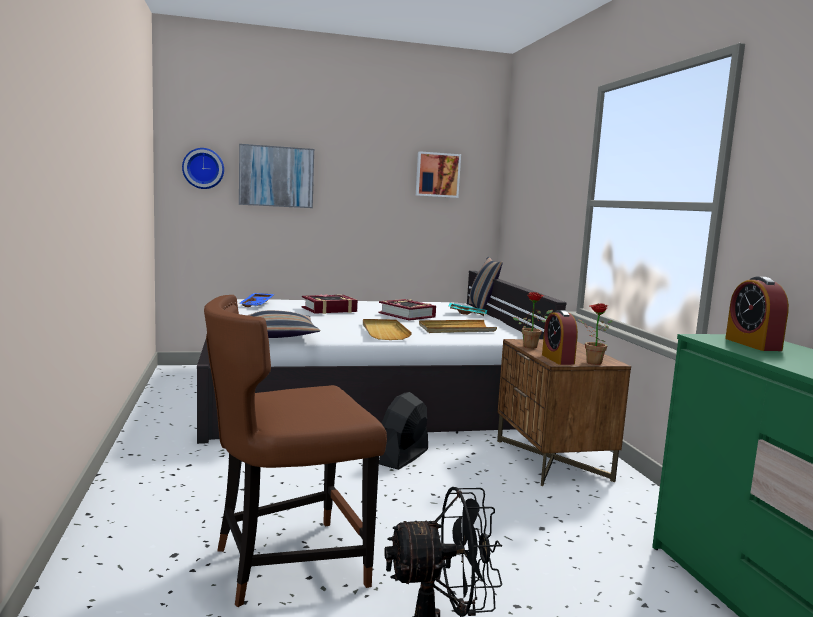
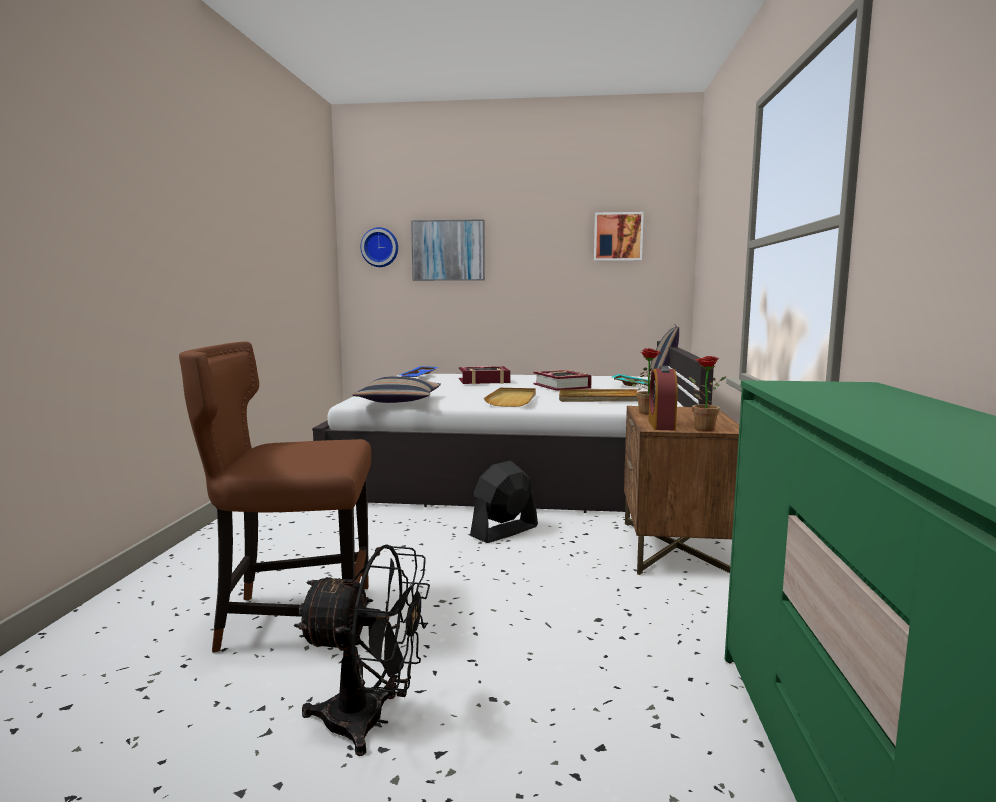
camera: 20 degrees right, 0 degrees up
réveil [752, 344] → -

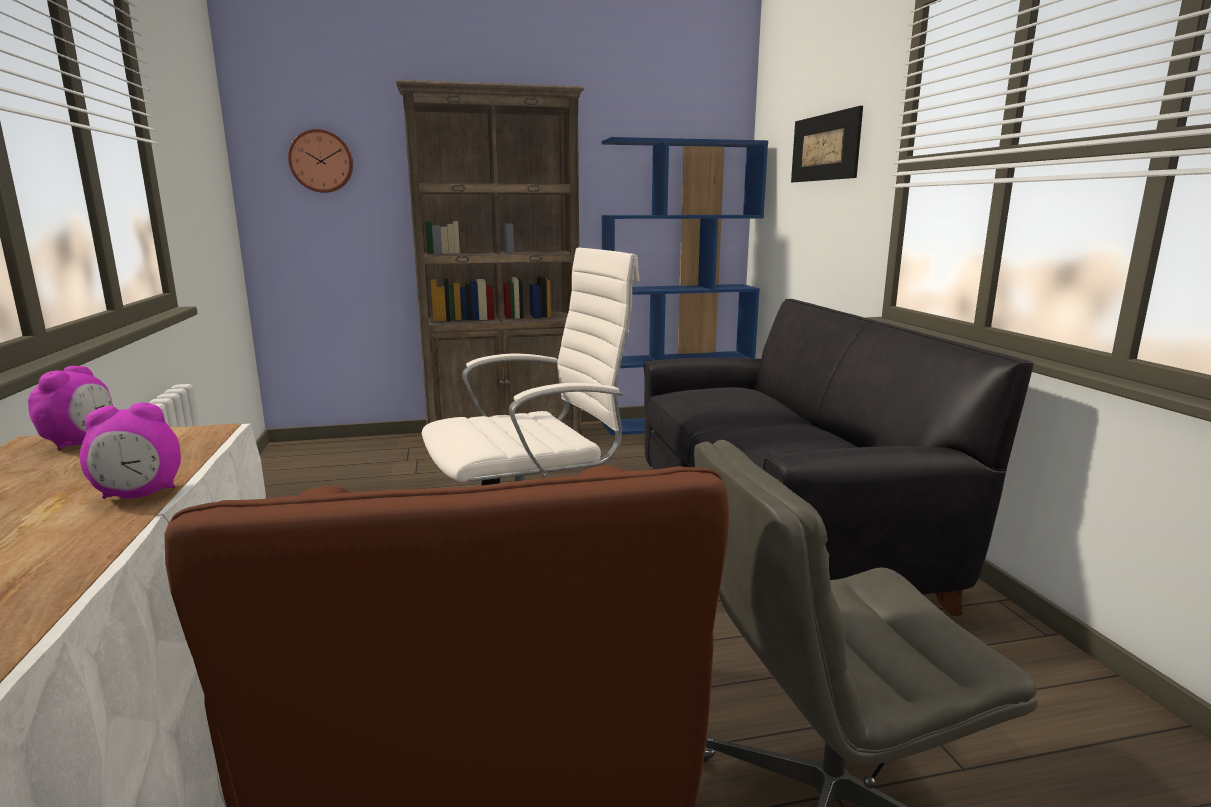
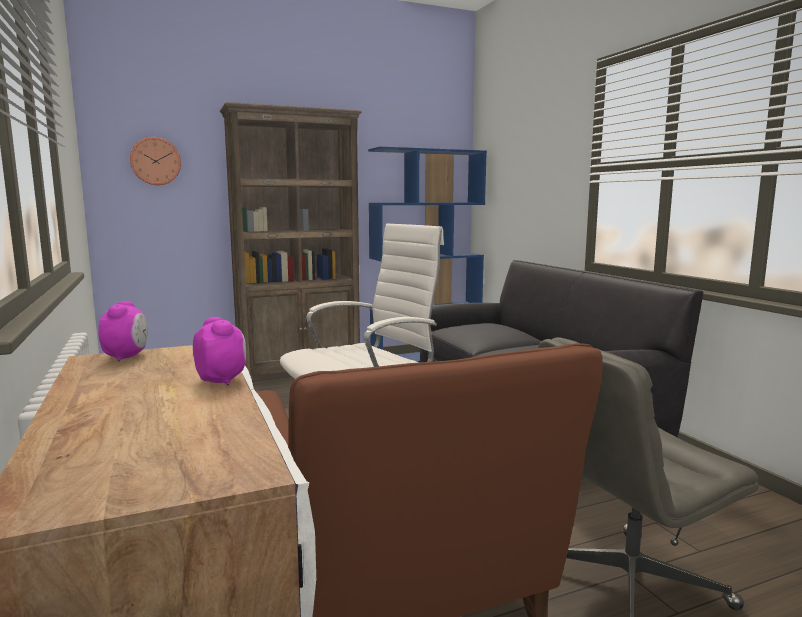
camera: 10 degrees left, 5 degrees down
réveil [139, 495] → réveil [222, 380], 90 degrees counterclockwise
tableau [825, 147] → -

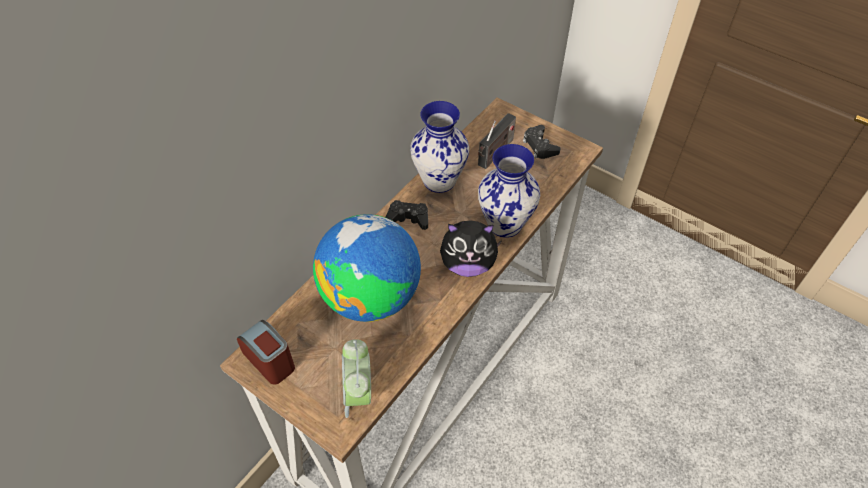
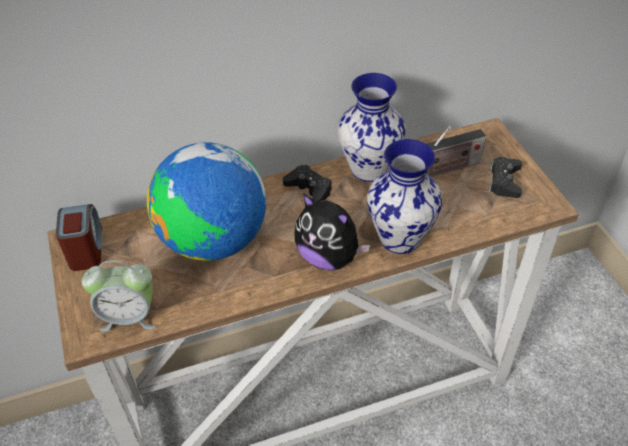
camera: 35 degrees right, 5 degrees down
réveil [358, 393] → réveil [129, 316], 120 degrees counterclockwise

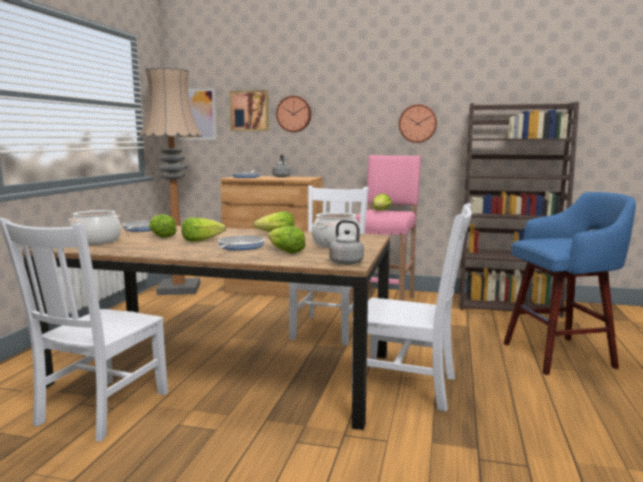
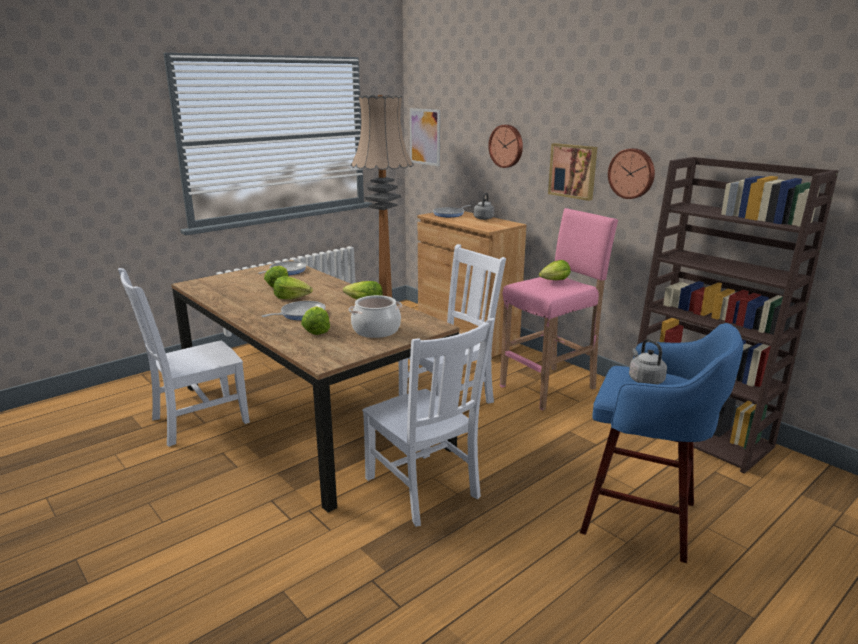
camera: 35 degrees right, 10 degrees up
marmite [97, 241] → -
tableau [250, 111] → tableau [573, 171], moved
bouilloire (gris) [344, 262] → bouilloire (gris) [644, 380], moved

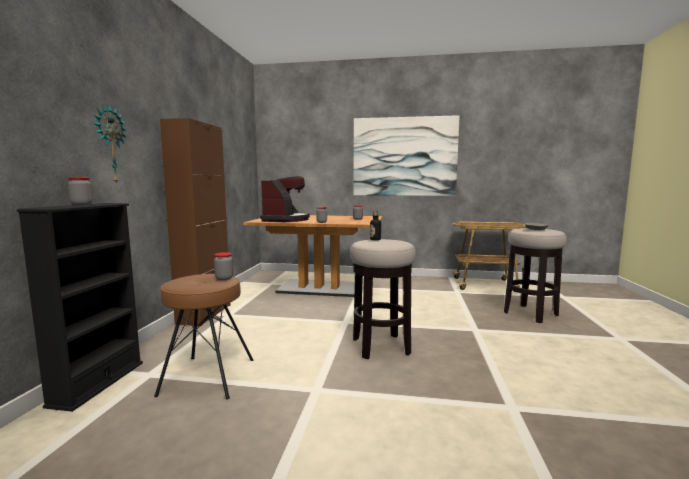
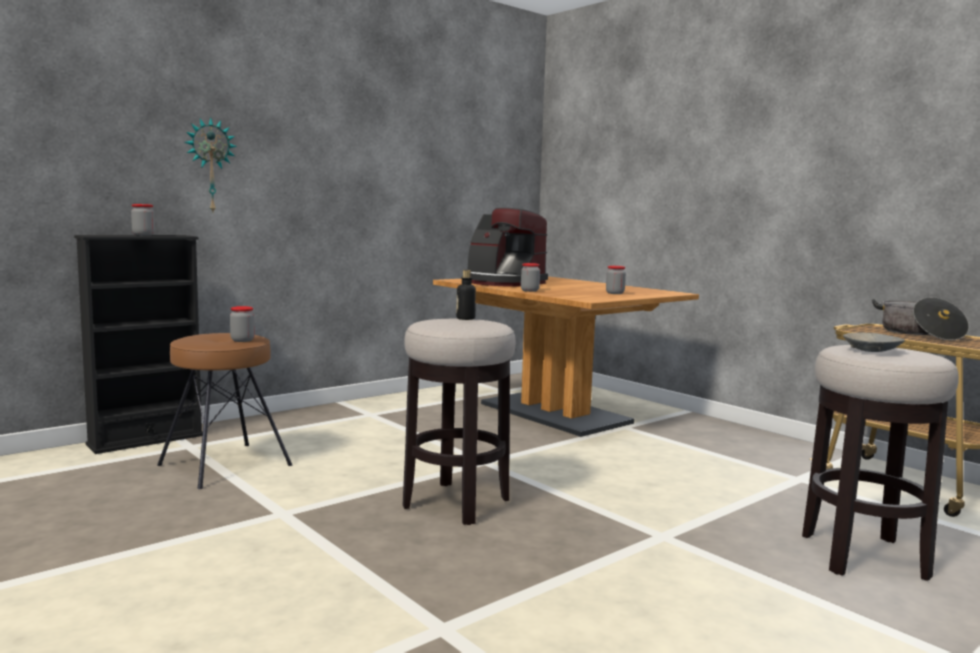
camera: 40 degrees right, 0 degrees up
meuble de rangement (marron) [204, 314] → -
machine à café [286, 220] → machine à café [502, 283], 75 degrees clockwise
tableau [404, 157] → -
- → marmite [919, 333]

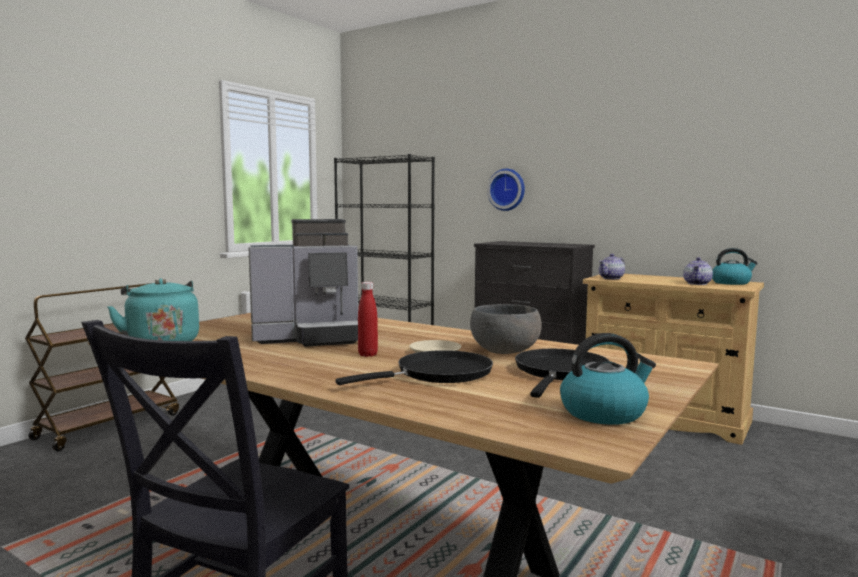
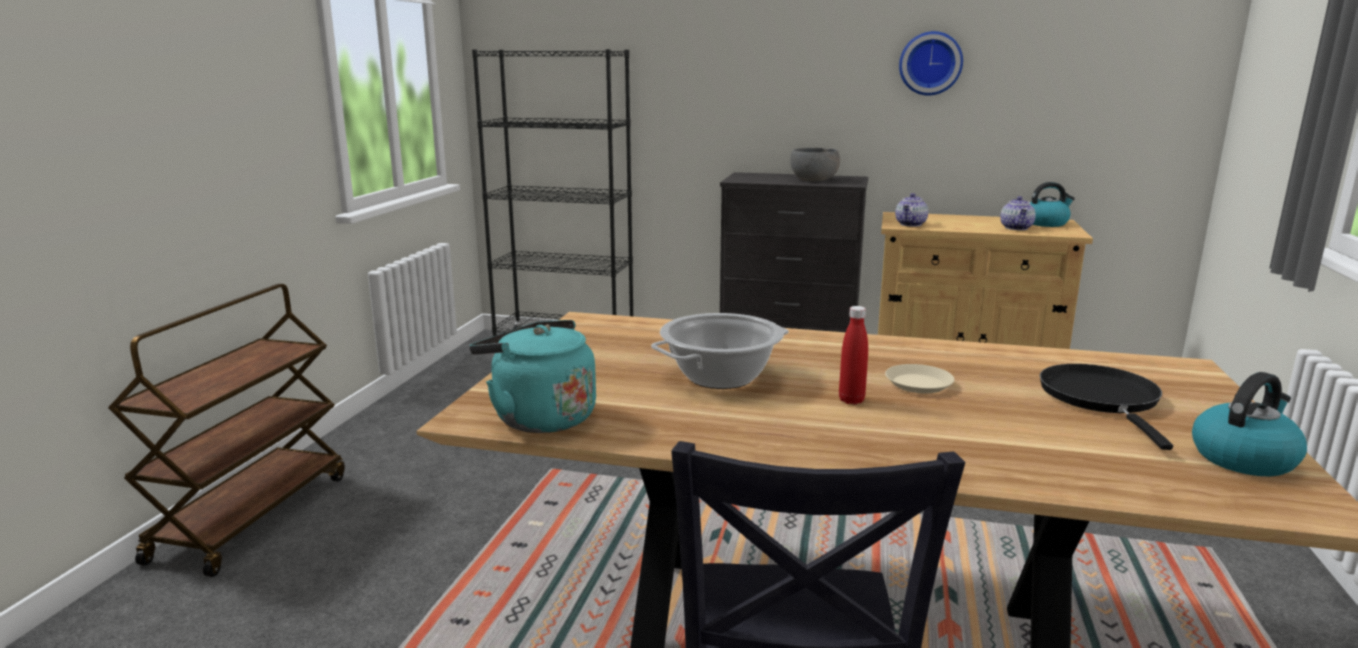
camera: 20 degrees left, 10 degrees up
machine à café [309, 337] → marmite [721, 376]
poêle (noir) [438, 374] → -
bol (gris) [505, 350] → bol (gris) [814, 180], moved
horloge murale [507, 189] → horloge murale [930, 63], moved

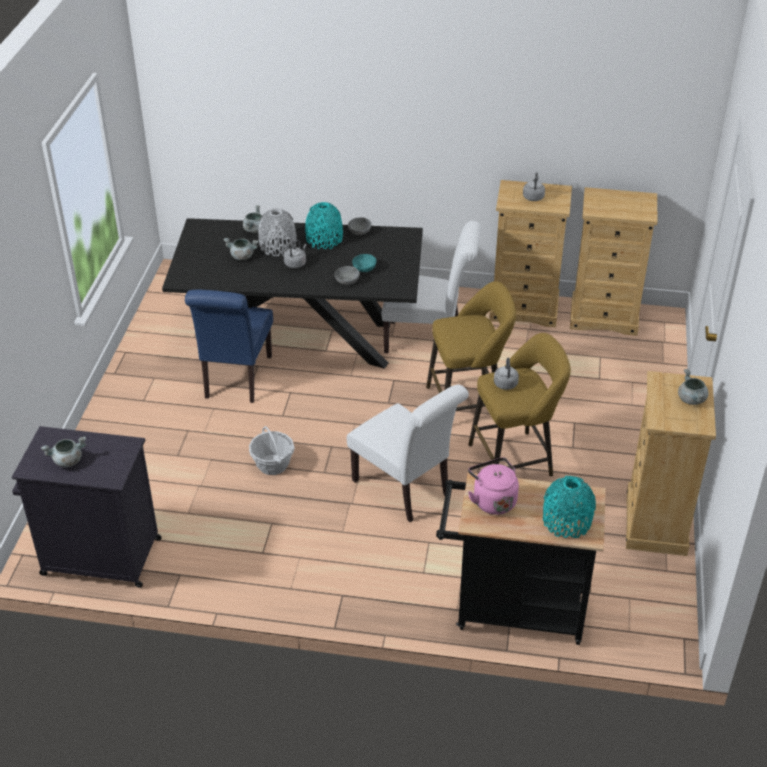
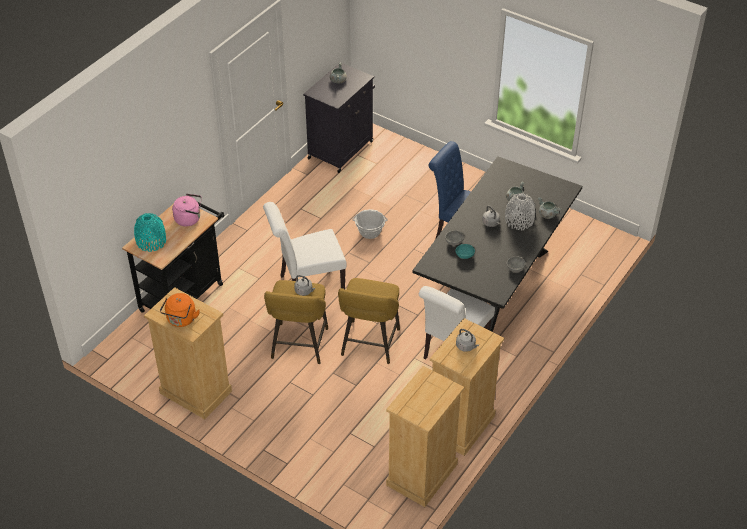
camera: 115 degrees right, 5 degrees up
vase (turquoise) [324, 239] → -
marmite (gris) [691, 400] → bouilloire (orange) [181, 320]

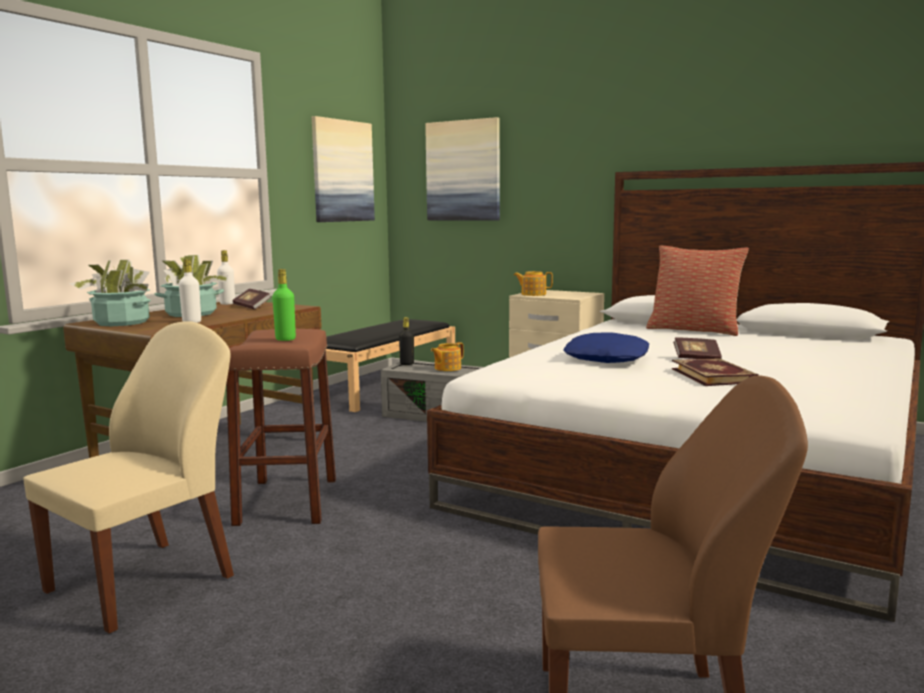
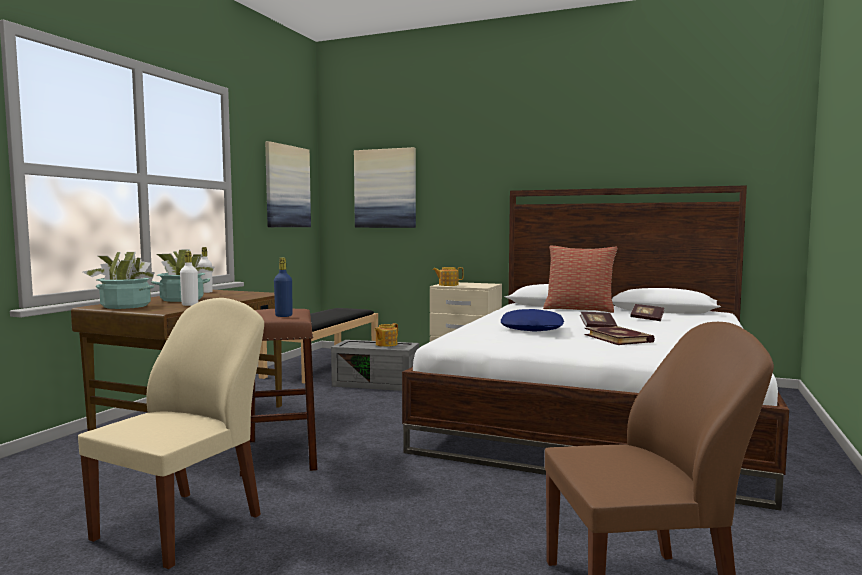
camera: 10 degrees left, 5 degrees down
livre [252, 307] → livre [647, 319], moved
bouteille (vert) [285, 339] → bouteille (bleu) [283, 316]
bouteille (noir) [407, 364] → -

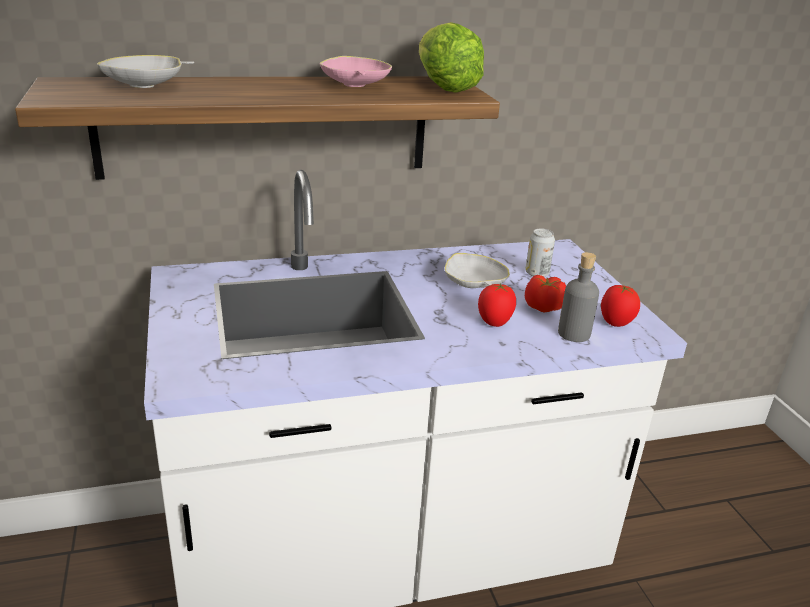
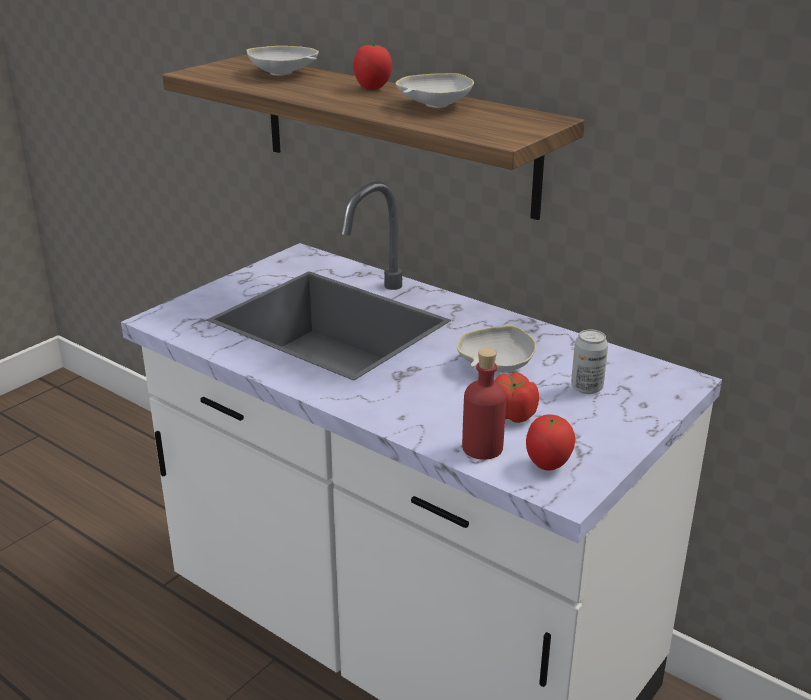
camera: 55 degrees right, 0 degrees up
bol (rose) [355, 85] → bol (blanc) [434, 106]
laitue [444, 87] → -
tomate [494, 323] → tomate [372, 88], moved
bouteille (gris) [574, 333] → bouteille (rouge) [482, 448]

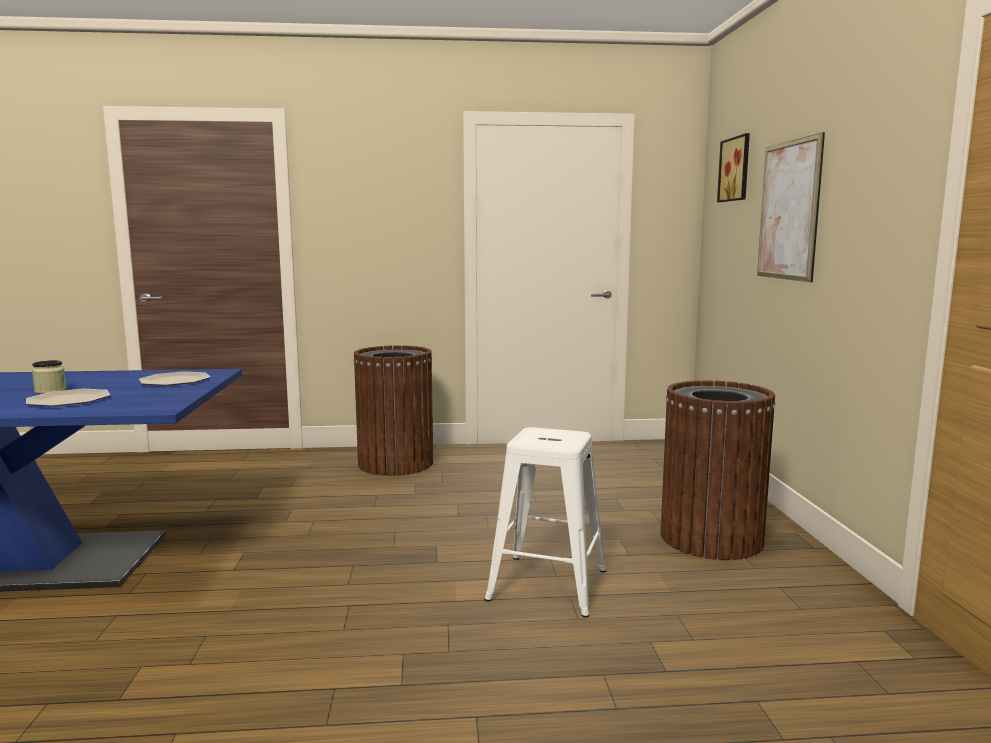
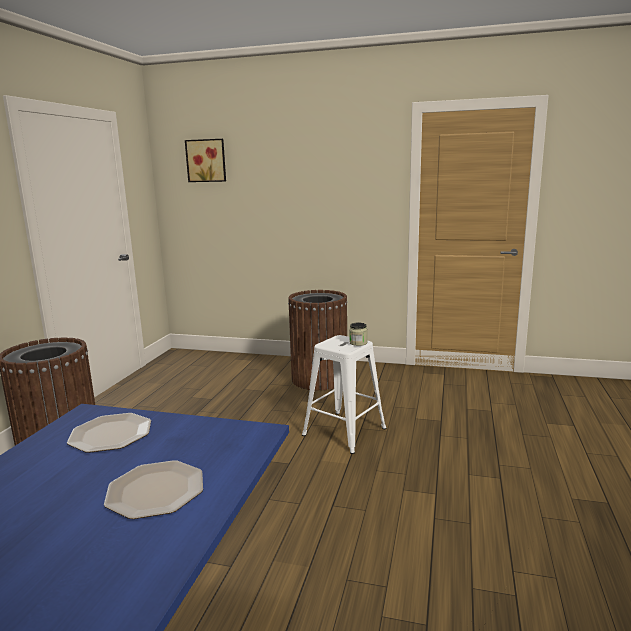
camera: 70 degrees left, 5 degrees up
bocal [50, 391] → bocal [358, 343], moved
tableau [788, 210] → -

